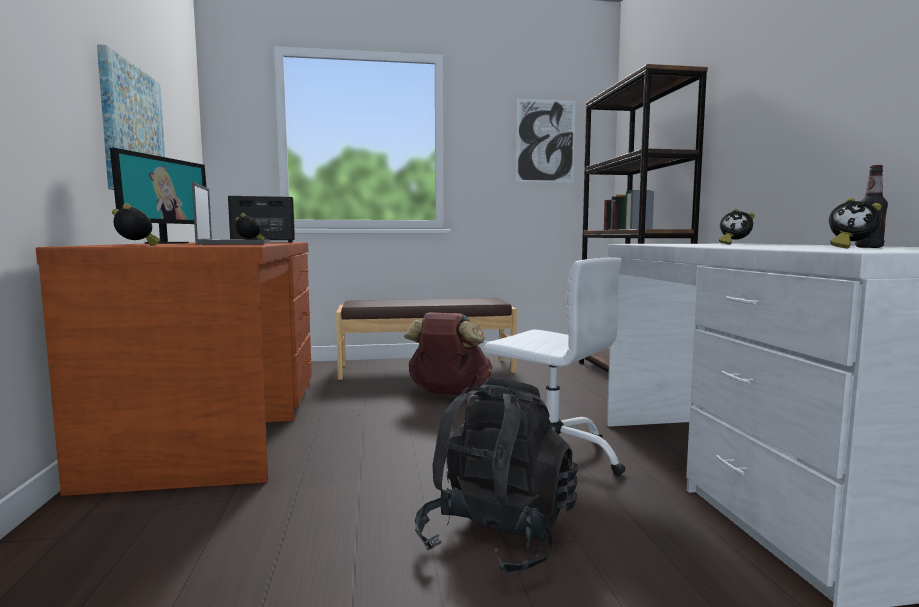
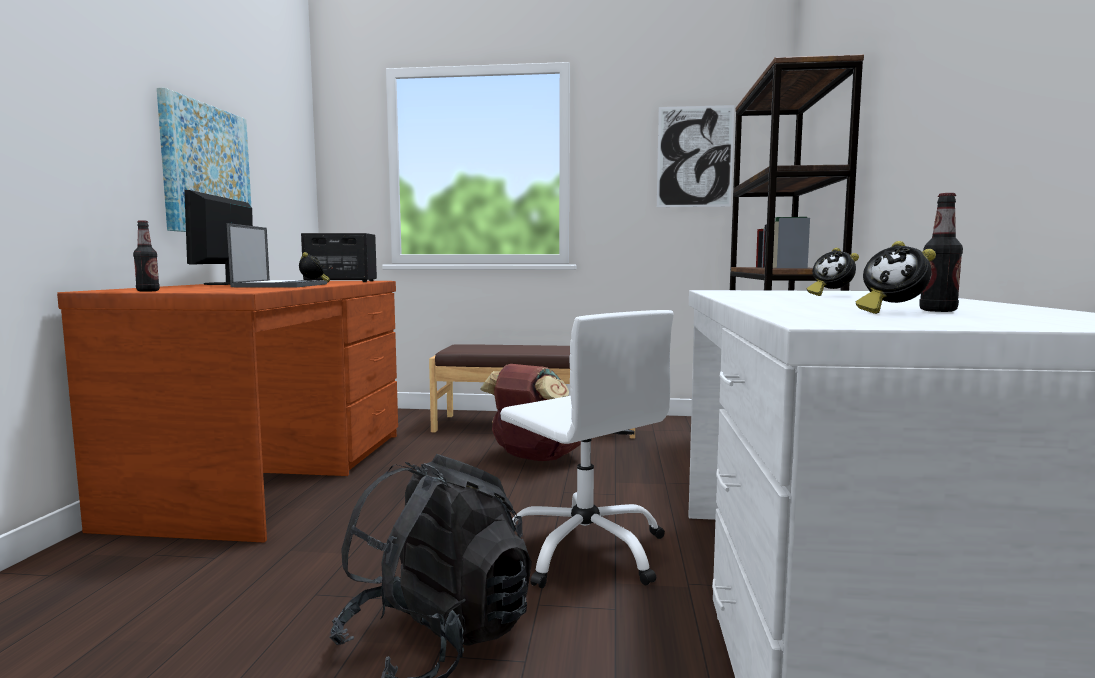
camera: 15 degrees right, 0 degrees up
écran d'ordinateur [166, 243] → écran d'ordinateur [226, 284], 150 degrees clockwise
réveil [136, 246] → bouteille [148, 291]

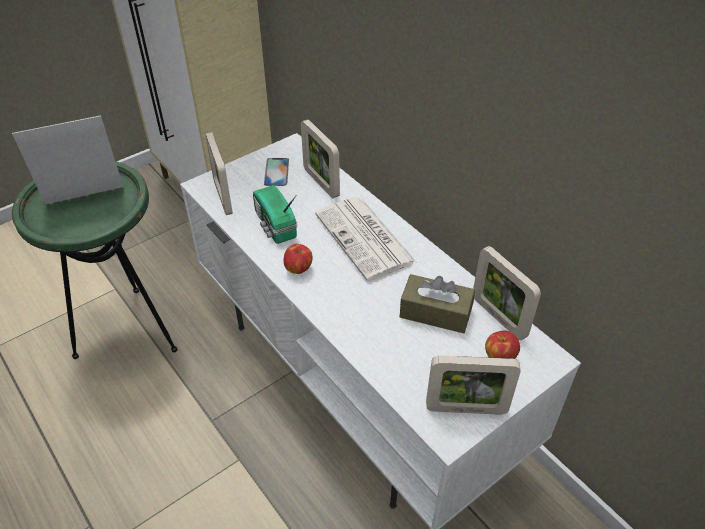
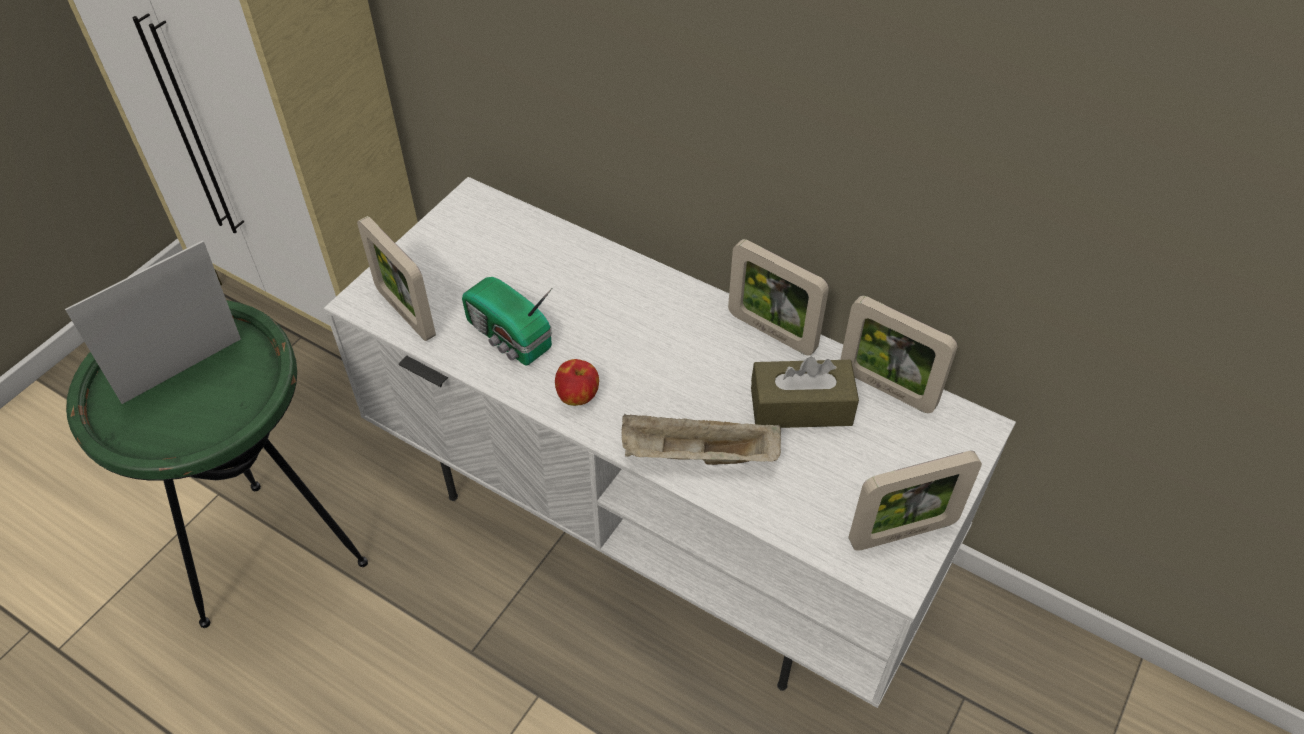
camera: 20 degrees left, 5 degrees up
téléphone [276, 172] → -
cadre photo [321, 183] → cadre photo [771, 332], moved
journal [366, 239] → -
pomme [499, 357] → -
- → plateau (beige) [697, 456]

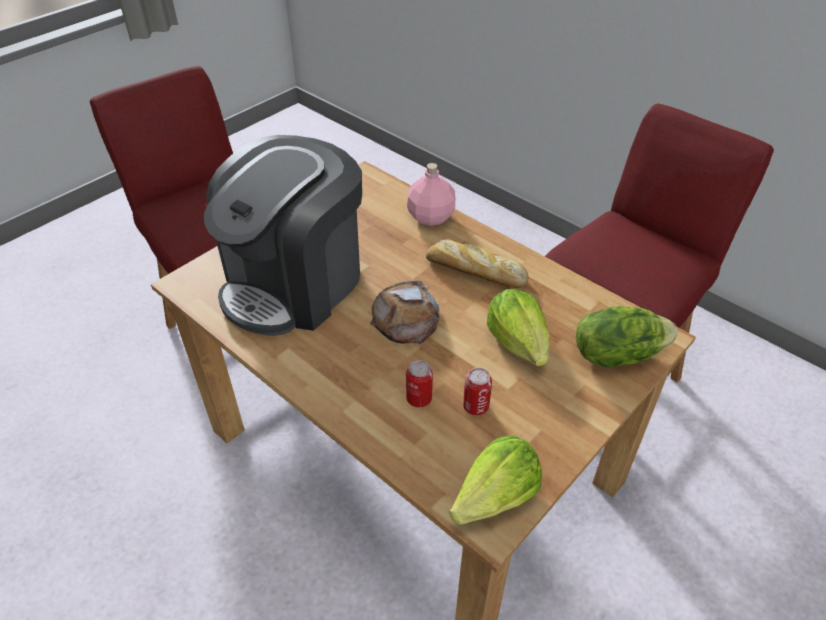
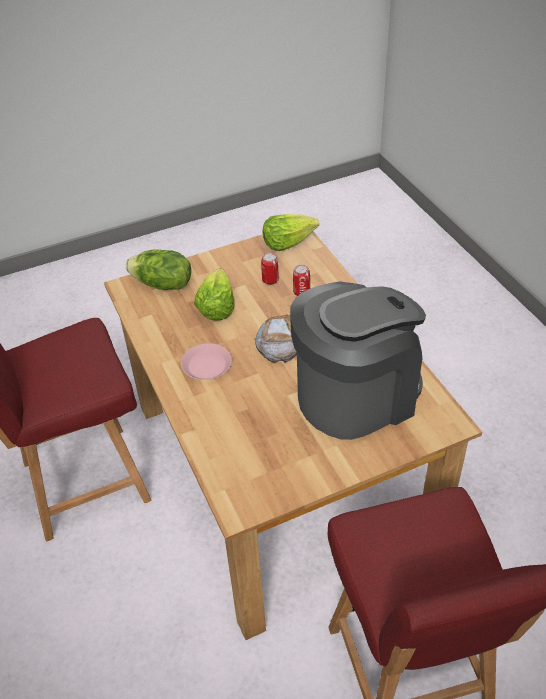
camera: 155 degrees left, 0 degrees up
bouteille (rose) [431, 217] → -
pain [473, 271] → assiette (rose) [207, 365]

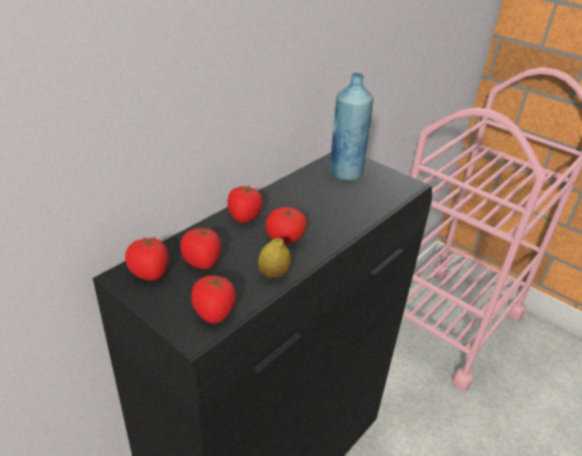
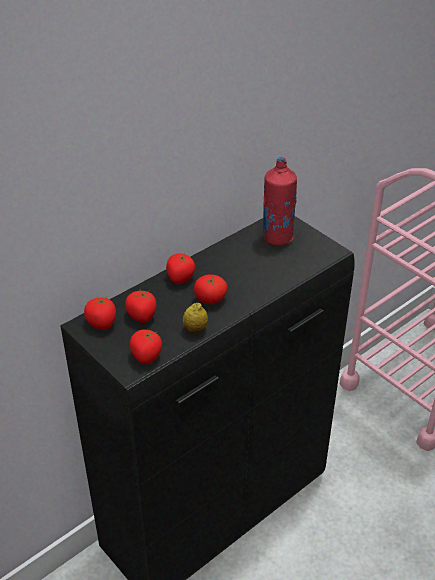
camera: 10 degrees right, 5 degrees up
bouteille (bleu) [345, 173] → bouteille (rouge) [277, 237]

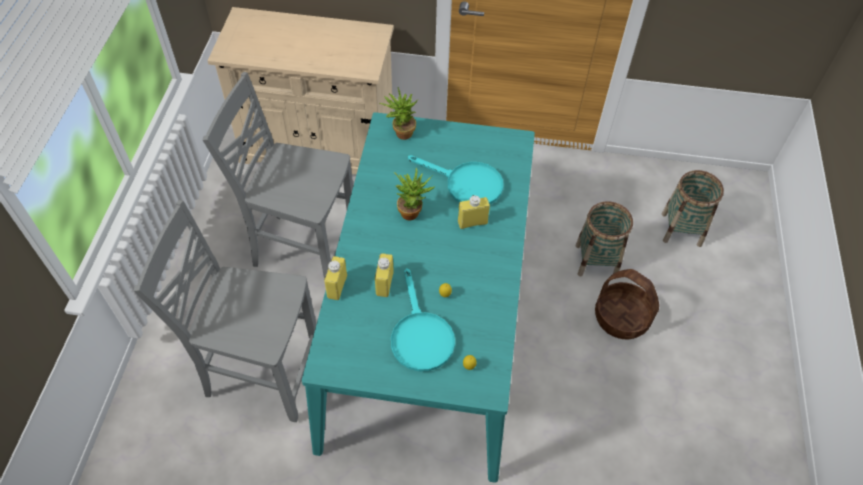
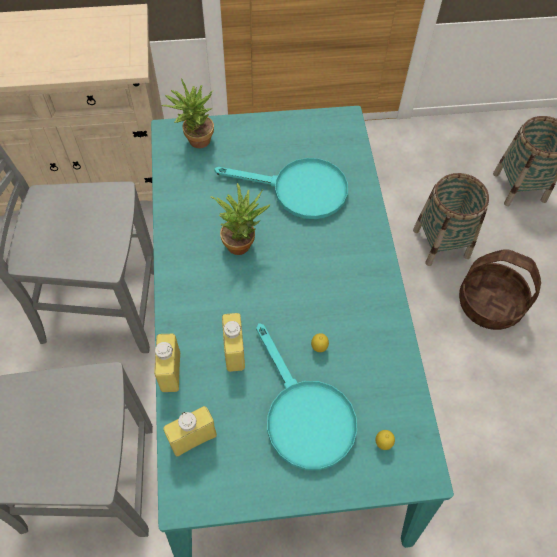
camera: 15 degrees left, 5 degrees up
bouteille (jaune) [472, 222] → bouteille (jaune) [193, 439], moved

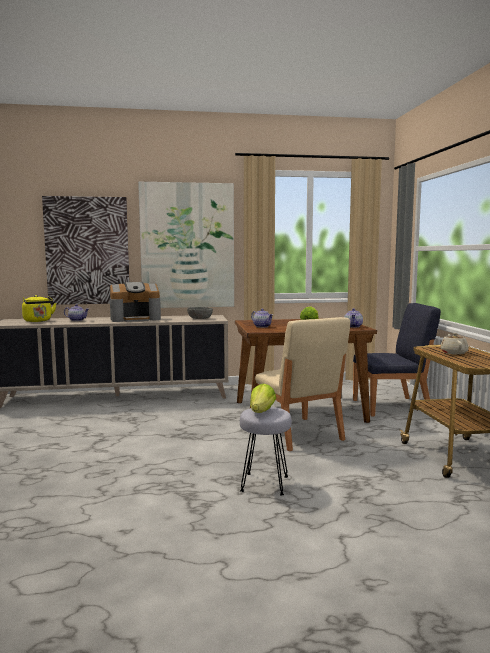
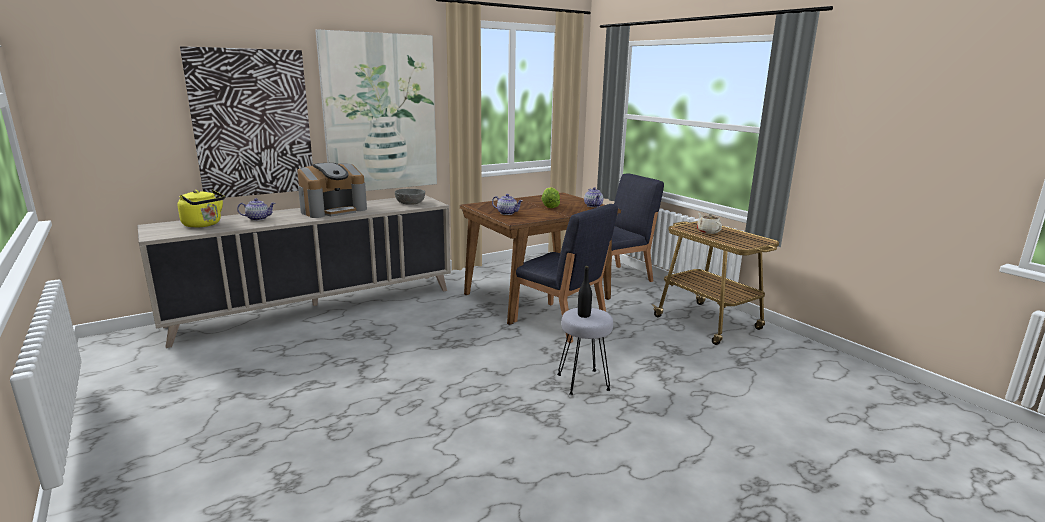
camera: 25 degrees left, 10 degrees up
laitue [261, 412] → bouteille (noir) [584, 315]
chaise (beige) [298, 434] → chaise (bleu) [560, 322]

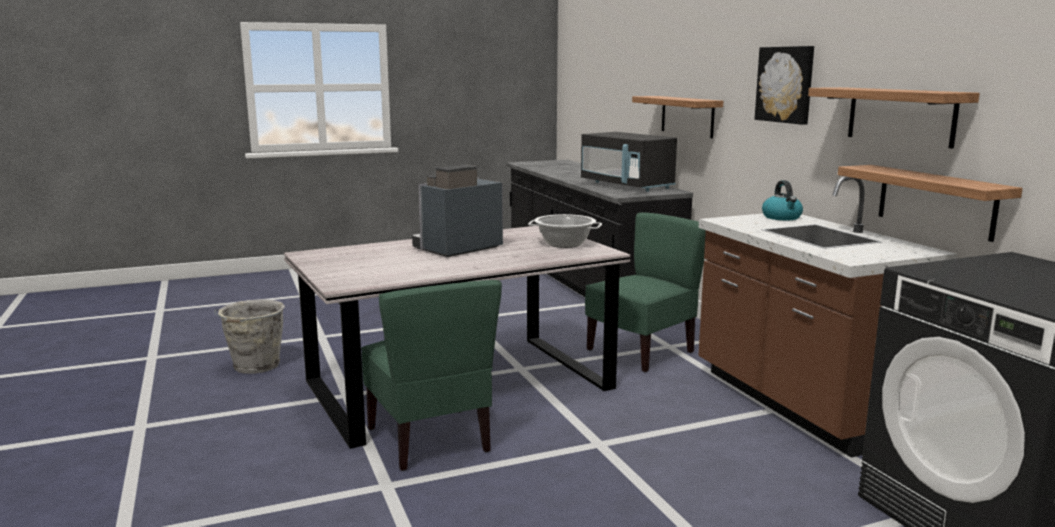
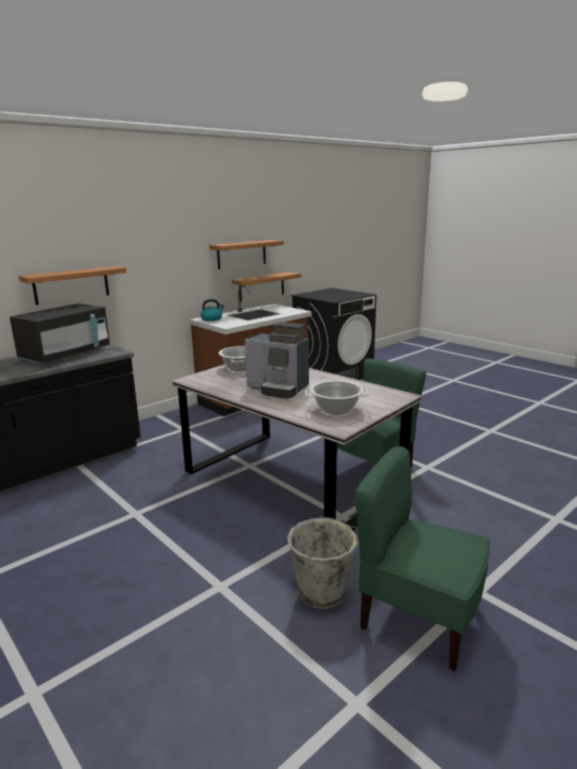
camera: 110 degrees left, 5 degrees up
chaise (vert) [642, 352] → chaise (vert) [419, 619], moved
tableau [786, 84] → -
- → marmite [336, 409]

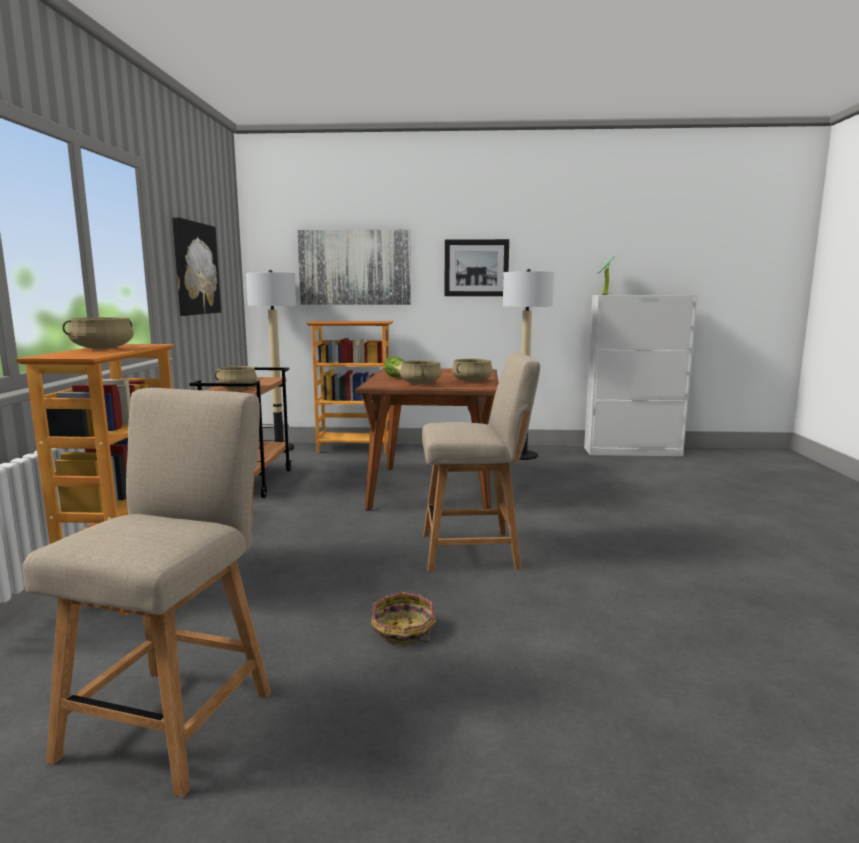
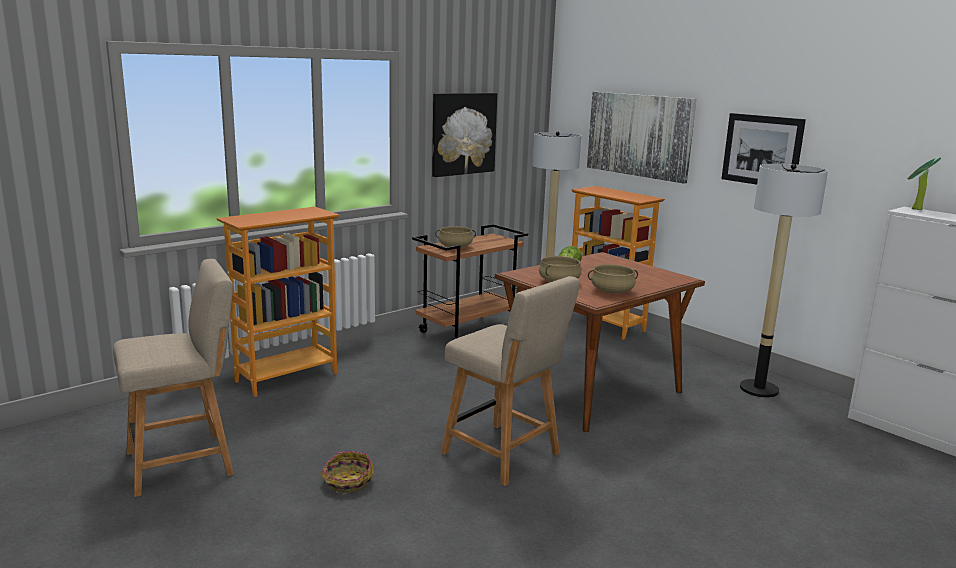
camera: 45 degrees right, 5 degrees up
marmite (beige) [102, 348] → -

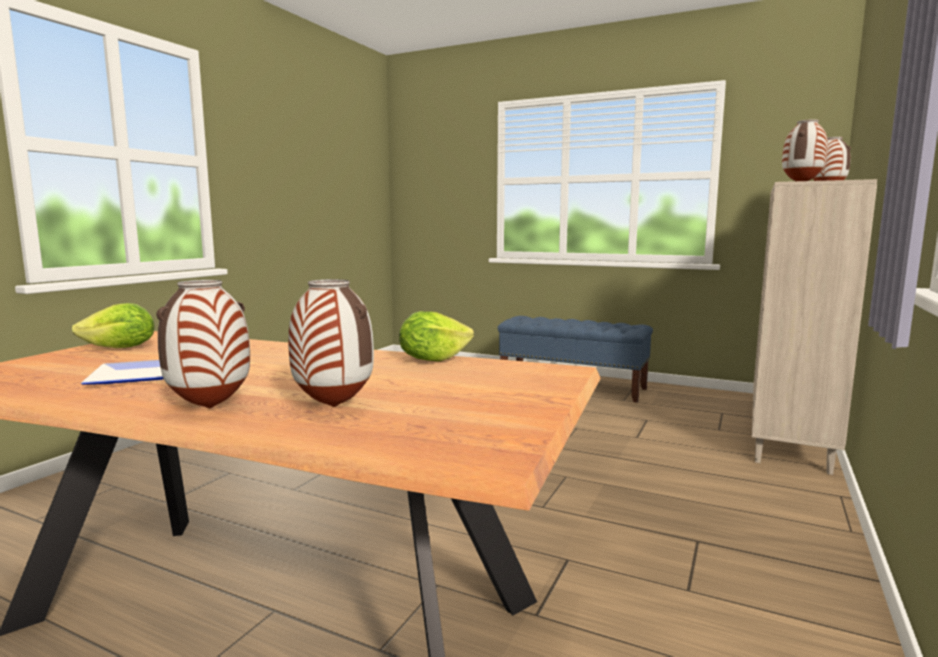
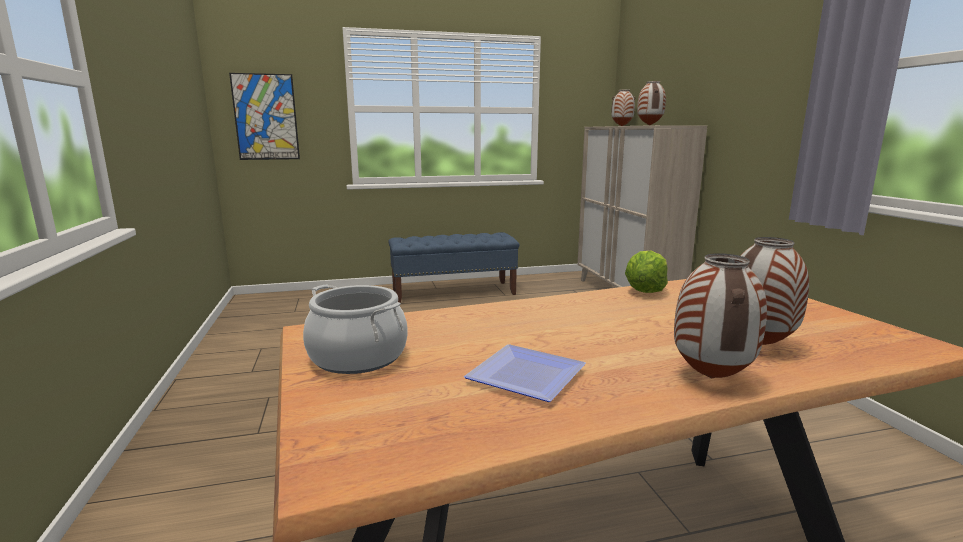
camera: 40 degrees left, 5 degrees up
laitue [121, 348] → marmite [358, 356]
- → tableau [265, 117]

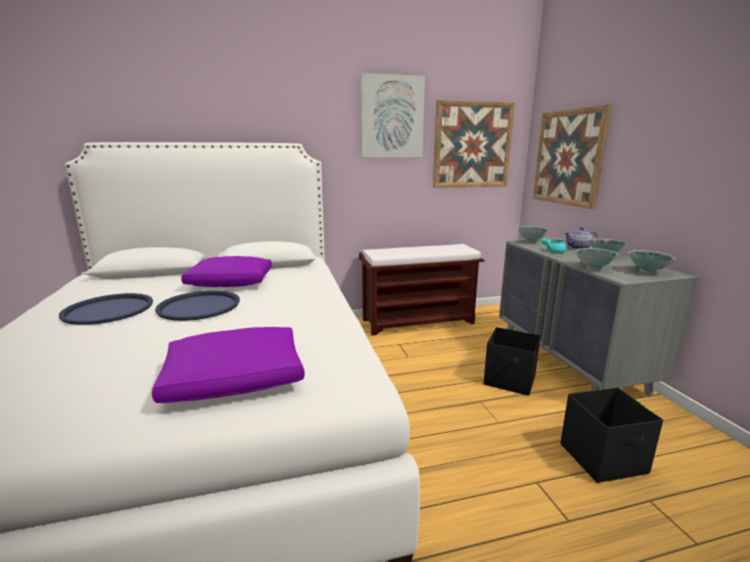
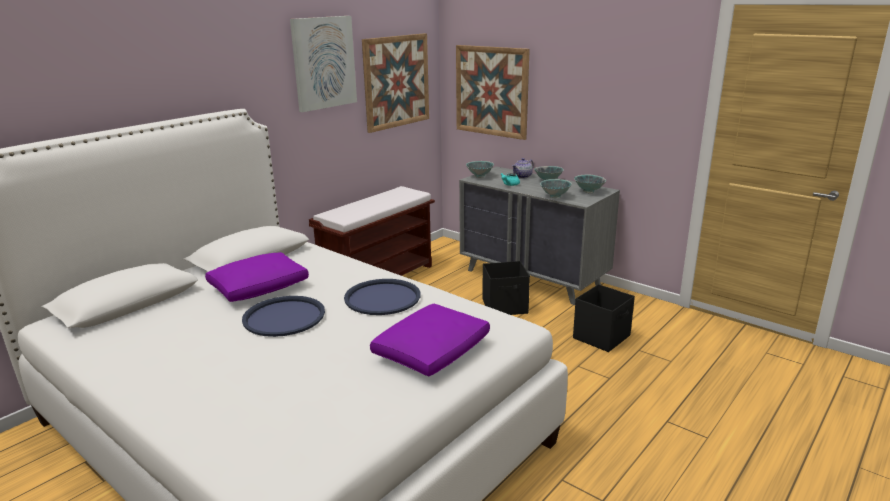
camera: 35 degrees left, 5 degrees up
plateau (bleu) [108, 310] → plateau (bleu) [382, 298], moved

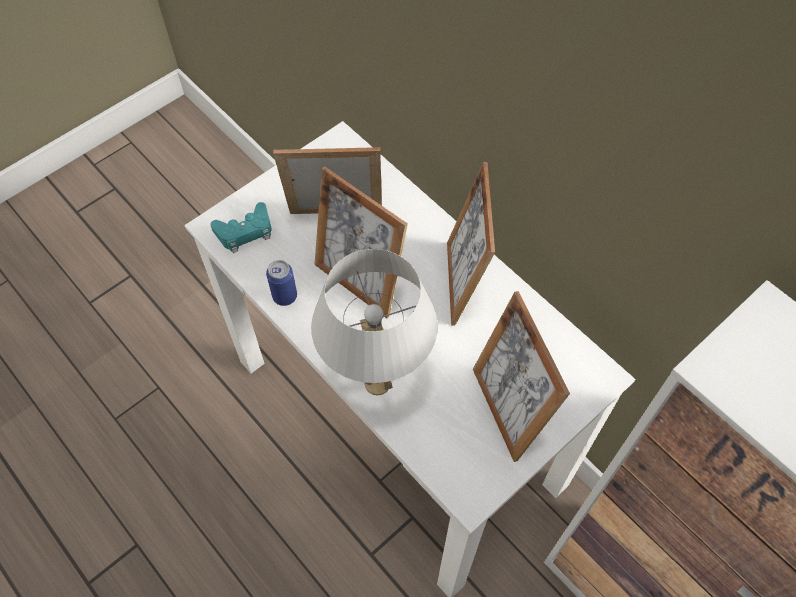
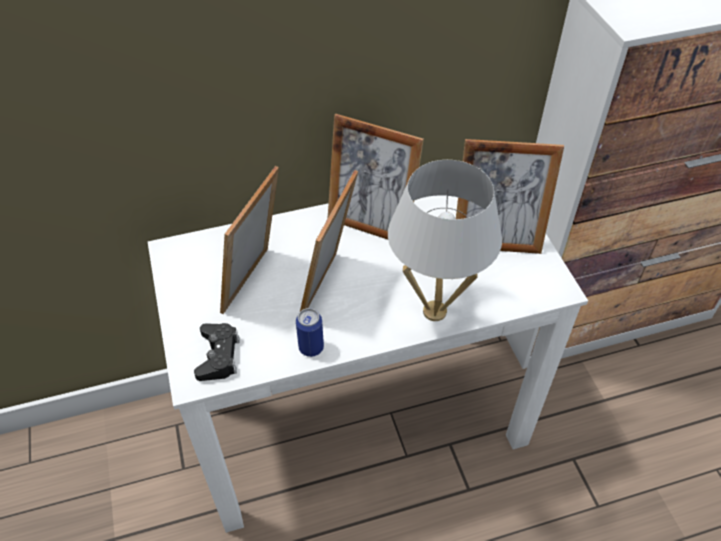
camera: 65 degrees left, 10 degrees down
manette (turquoise) [245, 232] → manette (noir) [218, 356]
cadre photo [359, 281] → cadre photo [329, 289], 135 degrees clockwise

